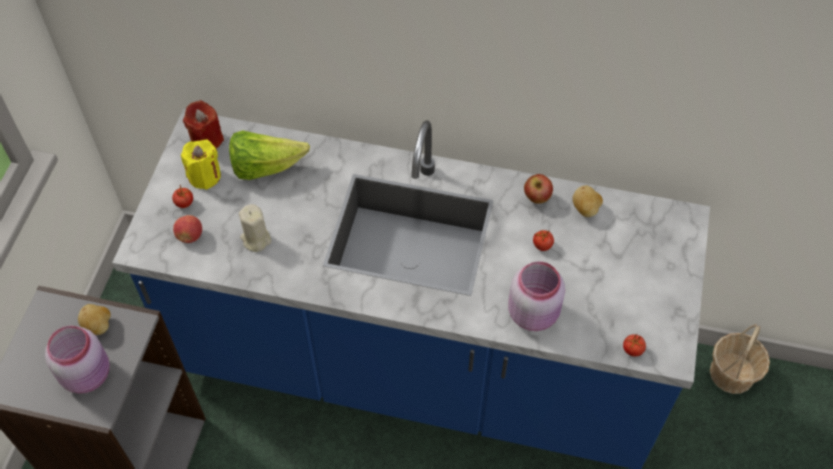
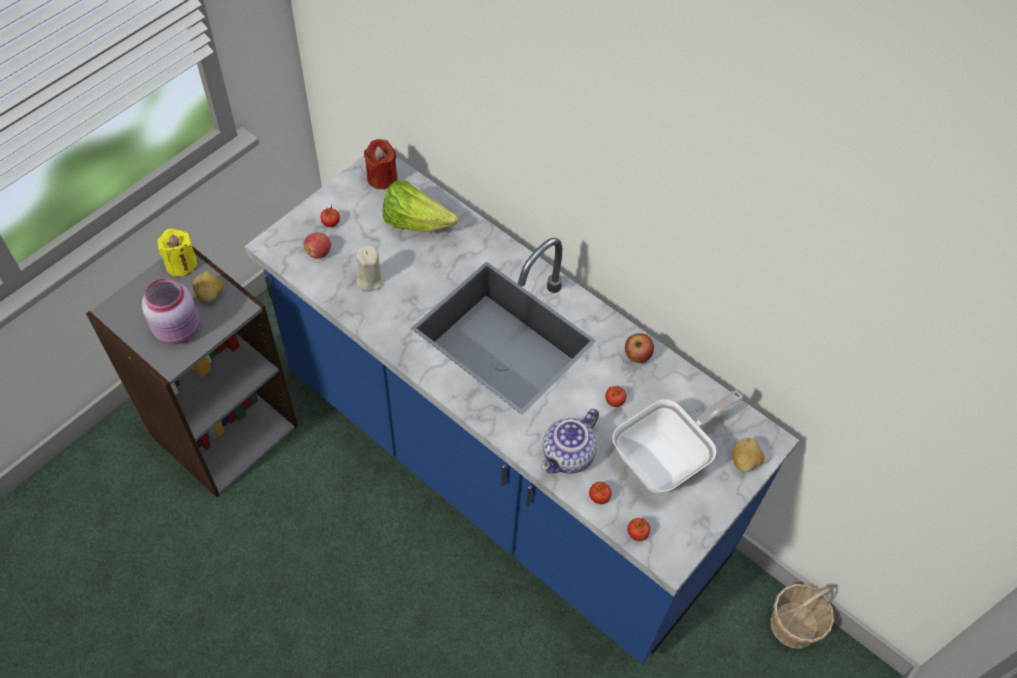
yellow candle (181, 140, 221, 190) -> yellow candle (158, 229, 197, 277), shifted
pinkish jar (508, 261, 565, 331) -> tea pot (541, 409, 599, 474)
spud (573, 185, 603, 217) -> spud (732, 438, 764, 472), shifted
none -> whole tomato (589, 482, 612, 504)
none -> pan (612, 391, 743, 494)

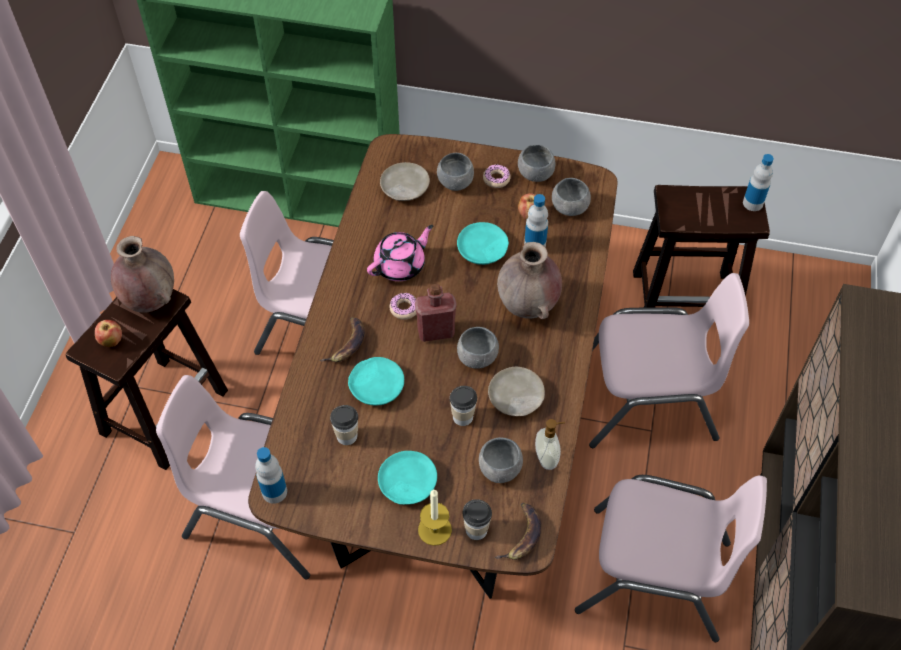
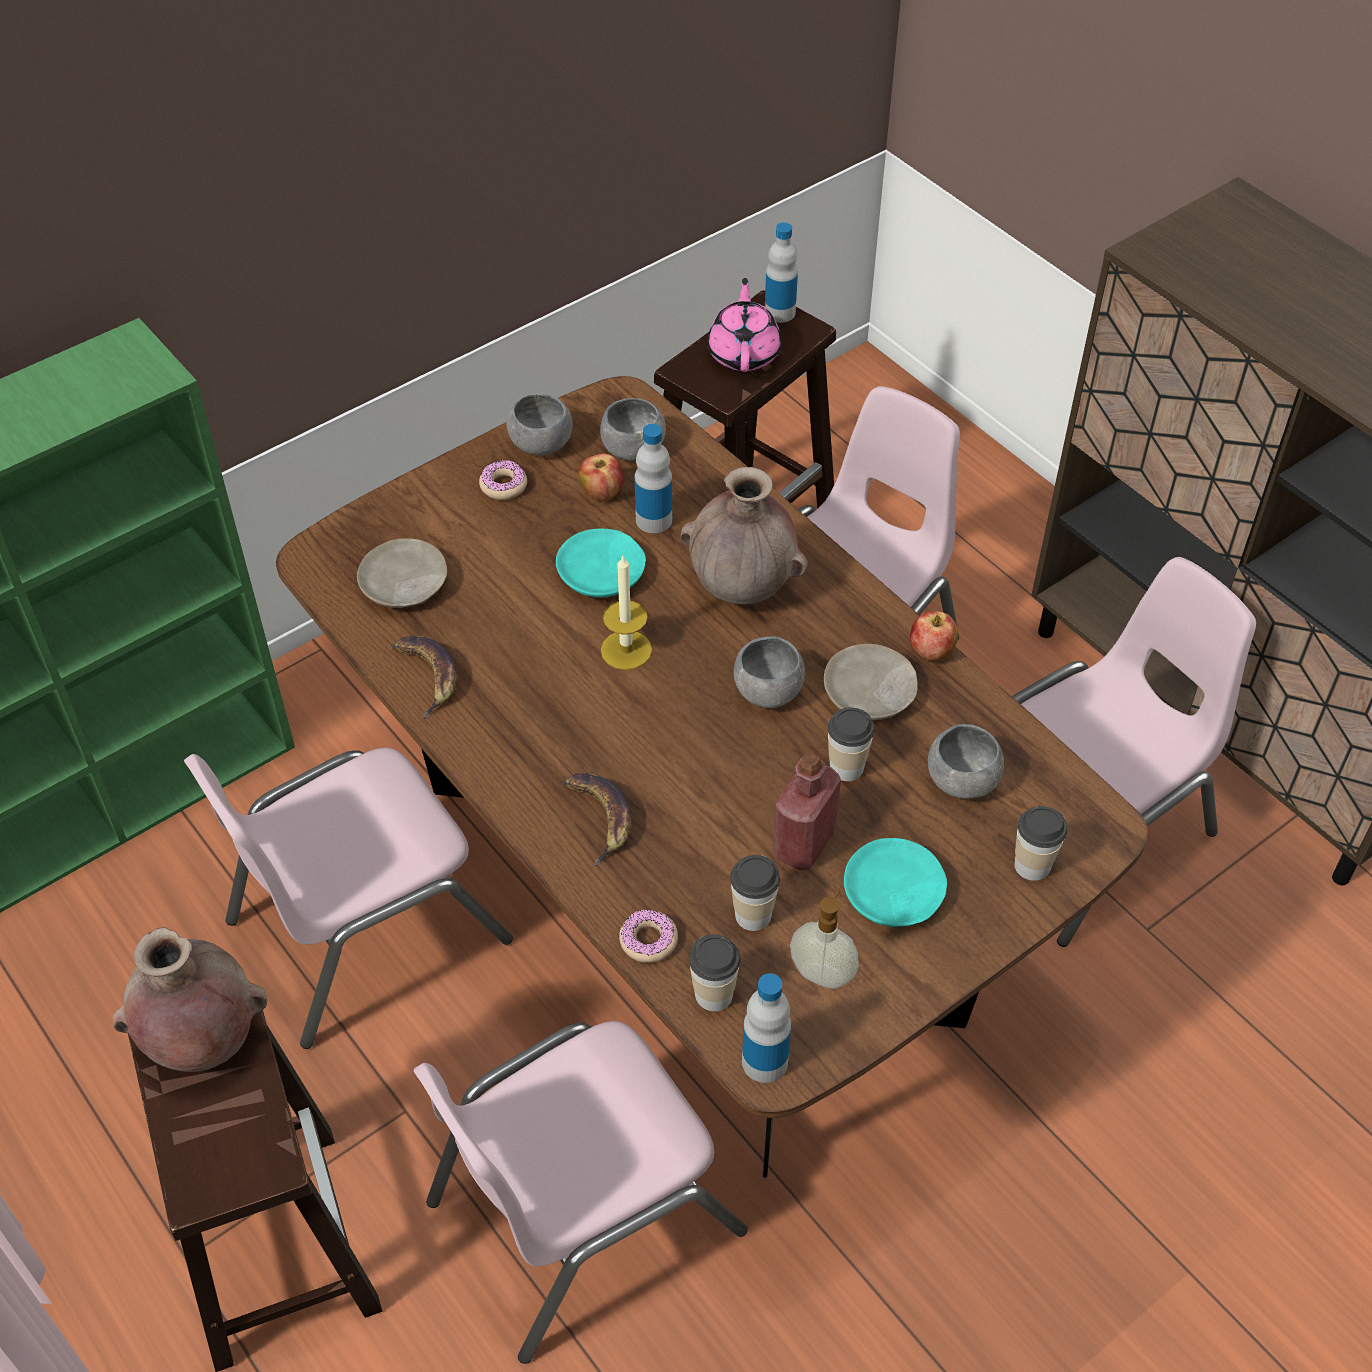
apple (95, 320, 122, 347) -> apple (910, 611, 958, 661), shifted
turquoise-coloured flat dish (348, 357, 404, 406) -> none
pinkish tea pot (367, 225, 434, 281) -> pinkish tea pot (707, 278, 781, 372), shifted
donut (389, 293, 416, 320) -> donut (619, 910, 678, 963), shifted
reddish bottle (415, 284, 457, 342) -> reddish bottle (773, 753, 841, 870), shifted
candle (418, 490, 452, 546) -> candle (601, 554, 652, 670), shifted
greyish bowl (437, 153, 474, 191) -> none
banana (494, 503, 541, 560) -> banana (392, 636, 457, 719), shifted
liquid soap bottle (535, 419, 565, 470) -> liquid soap bottle (790, 888, 859, 989), shifted
none -> cup (689, 934, 740, 1012)

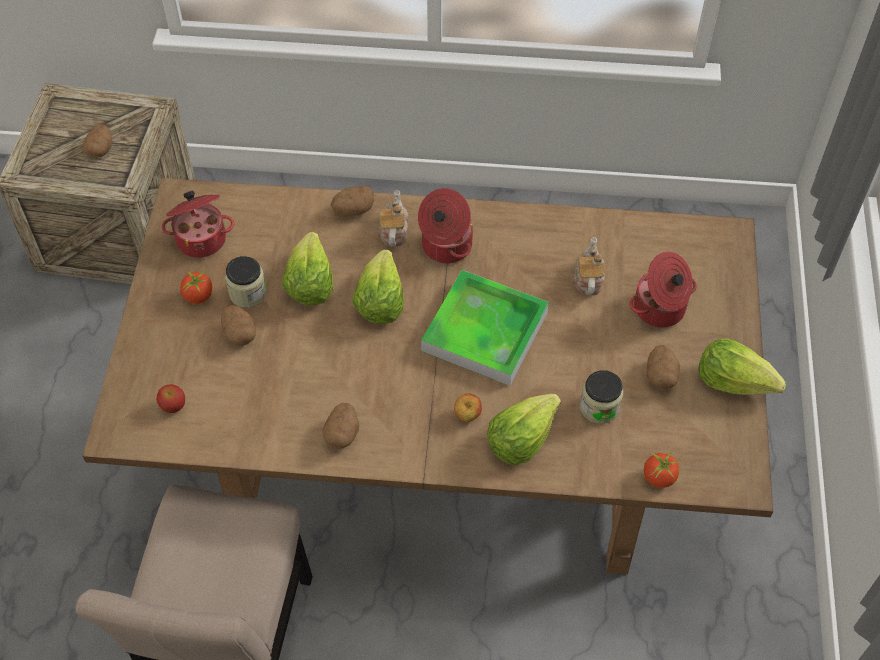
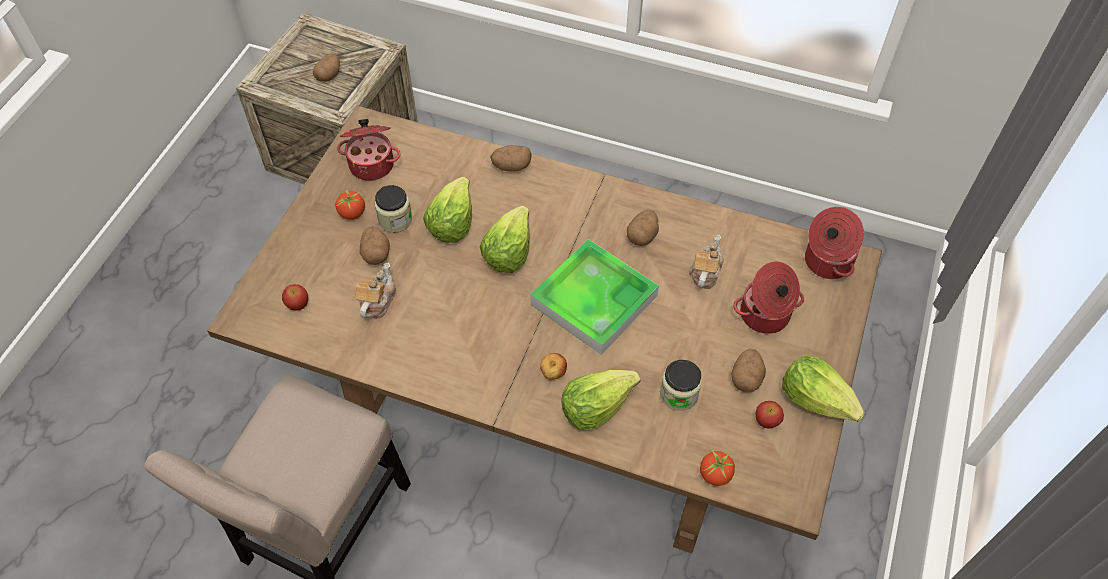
spud (323, 403, 359, 449) -> spud (627, 209, 659, 246), shifted
tea pot (377, 190, 409, 247) -> tea pot (356, 263, 396, 318), shifted
cooking pot (418, 188, 473, 264) -> cooking pot (805, 207, 864, 279), shifted
none -> apple (755, 401, 784, 429)

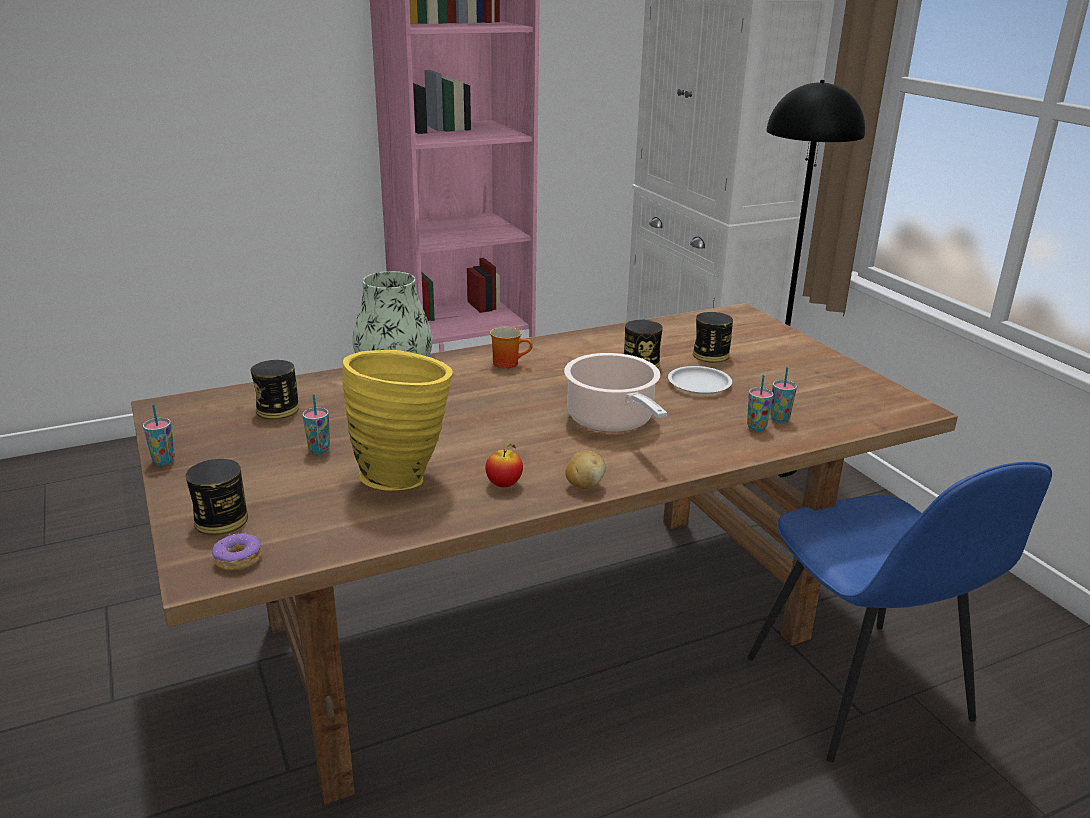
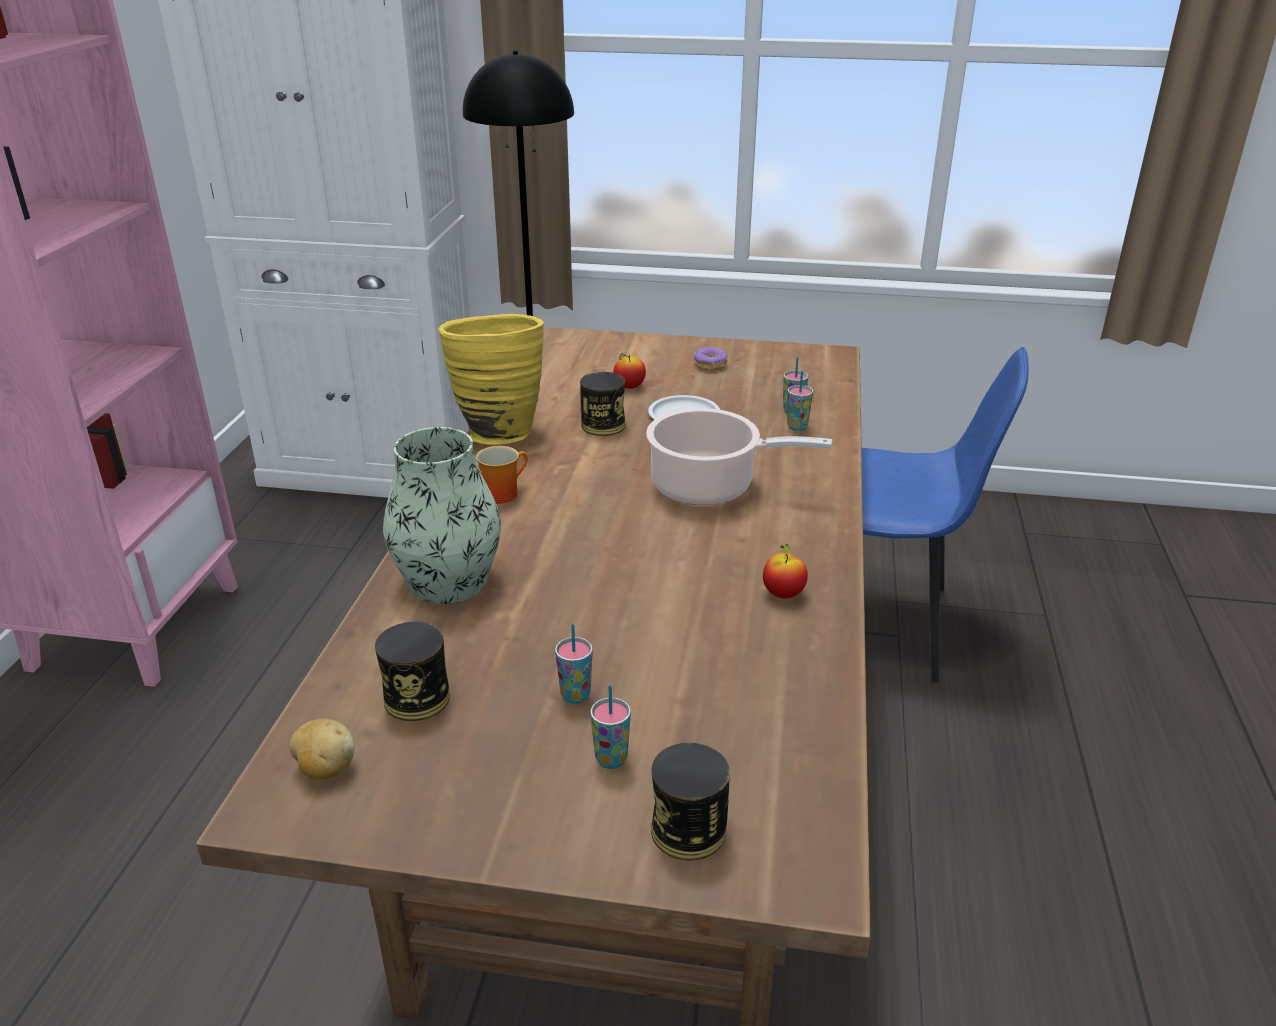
cup (143, 404, 175, 465) -> cup (590, 685, 631, 769), shifted
donut (212, 532, 262, 571) -> donut (694, 347, 727, 371), shifted
yellow flower vase (342, 350, 453, 491) -> yellow flower vase (438, 314, 544, 445), shifted
spud (565, 450, 606, 489) -> spud (290, 719, 355, 780), shifted
can (693, 312, 733, 363) -> apple (613, 353, 646, 389)

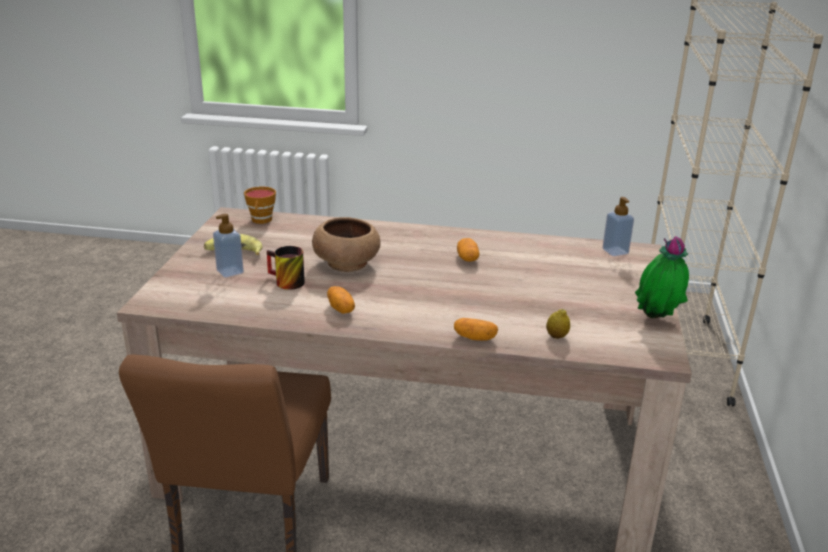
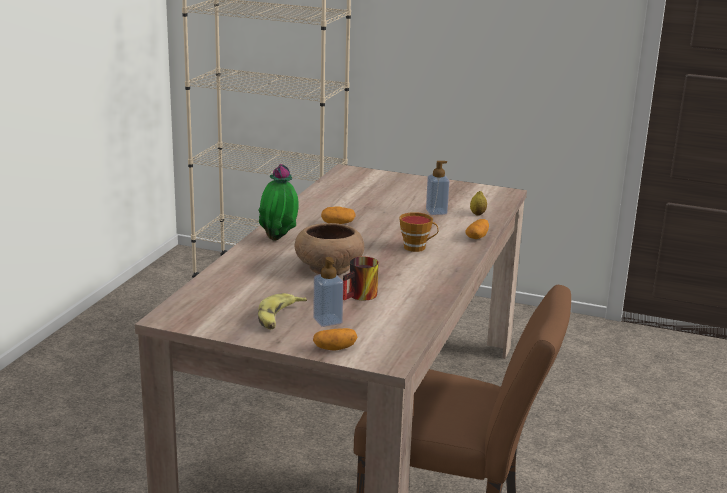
cup (244, 186, 276, 224) -> cup (399, 212, 438, 252), shifted
spud (327, 286, 355, 314) -> spud (313, 328, 358, 351), shifted
liquid soap bottle (602, 197, 634, 256) -> liquid soap bottle (426, 161, 449, 215), shifted
houseplant (635, 237, 689, 318) -> houseplant (258, 164, 298, 241), shifted

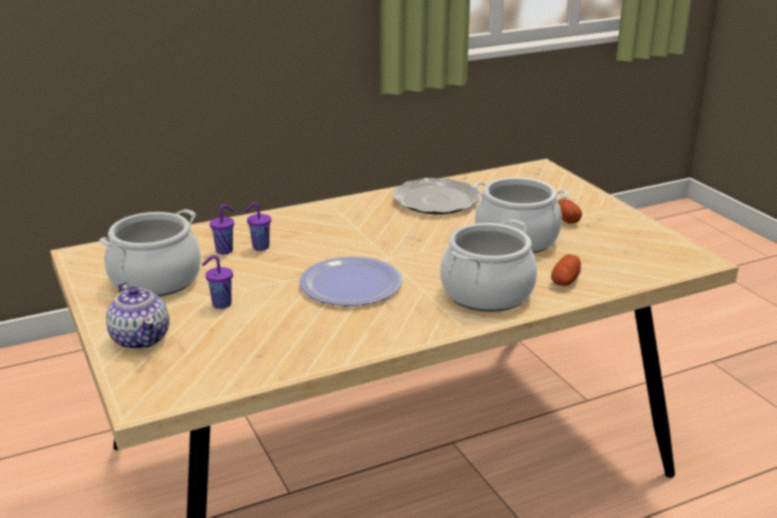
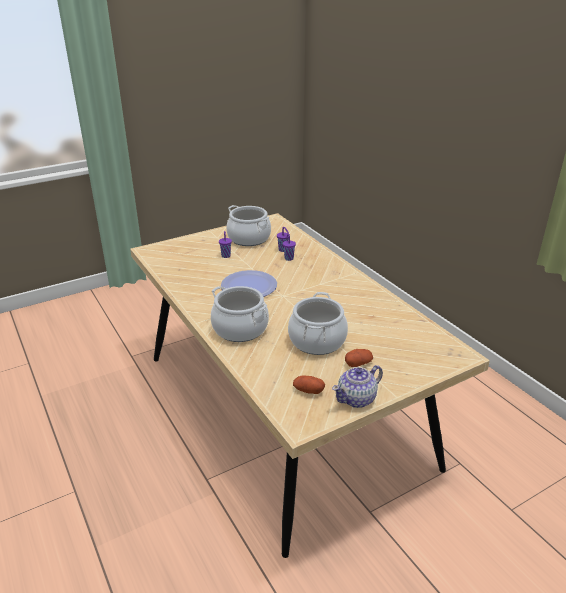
tea pot (106, 282, 169, 350) -> tea pot (332, 365, 383, 408), shifted
flat dish (392, 178, 480, 214) -> none
spud (551, 254, 581, 286) -> spud (293, 375, 325, 394), shifted

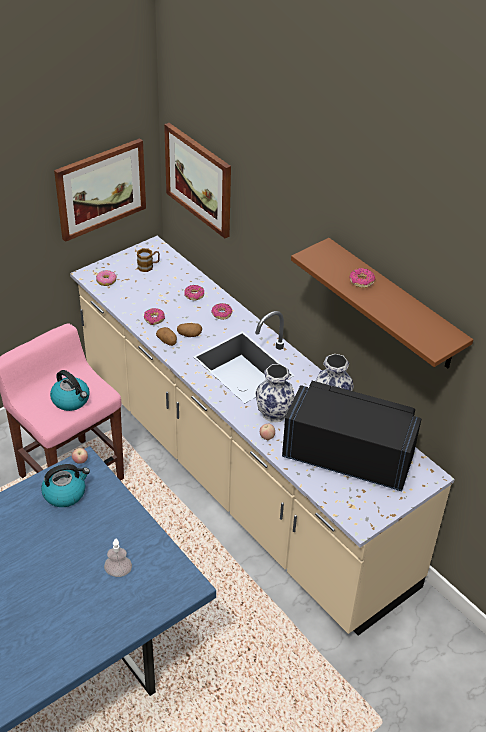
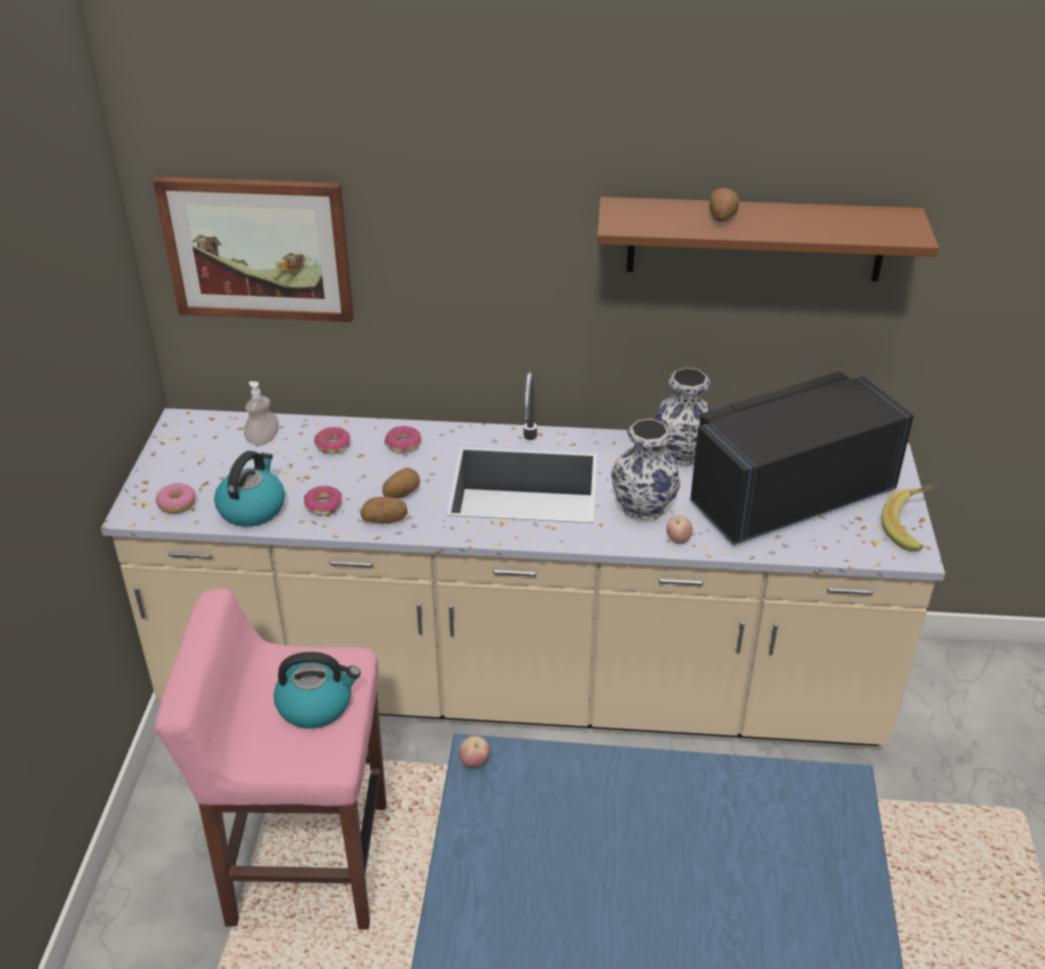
tea kettle (41, 464, 90, 507) -> tea kettle (214, 451, 285, 527), shifted
wall picture (54, 138, 146, 242) -> none
liquid soap bottle (104, 538, 132, 577) -> liquid soap bottle (244, 381, 279, 446), shifted
tea mug (137, 248, 160, 272) -> none
donut (349, 268, 376, 288) -> spud (710, 188, 739, 222)
none -> banana (882, 484, 937, 551)

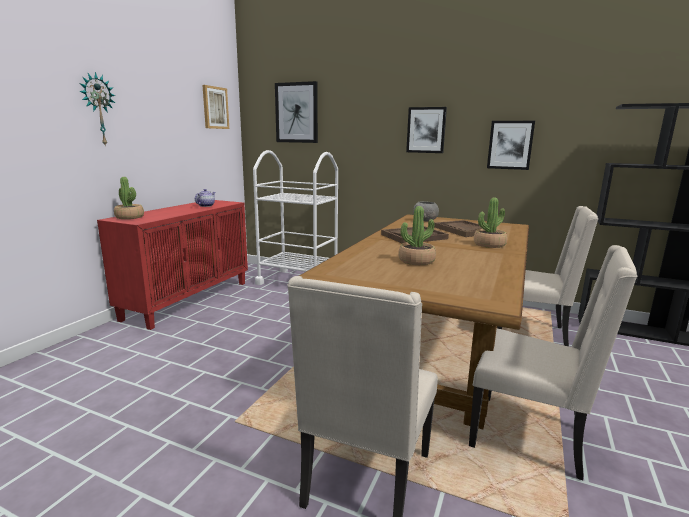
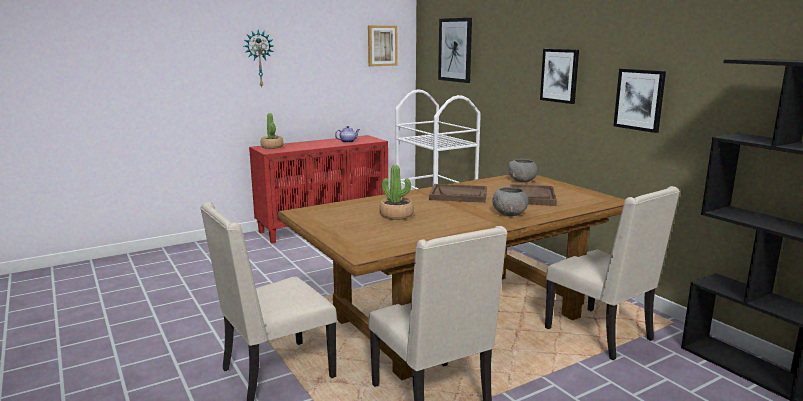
houseplant (474, 197, 507, 248) -> greyish bowl (492, 187, 528, 216)

